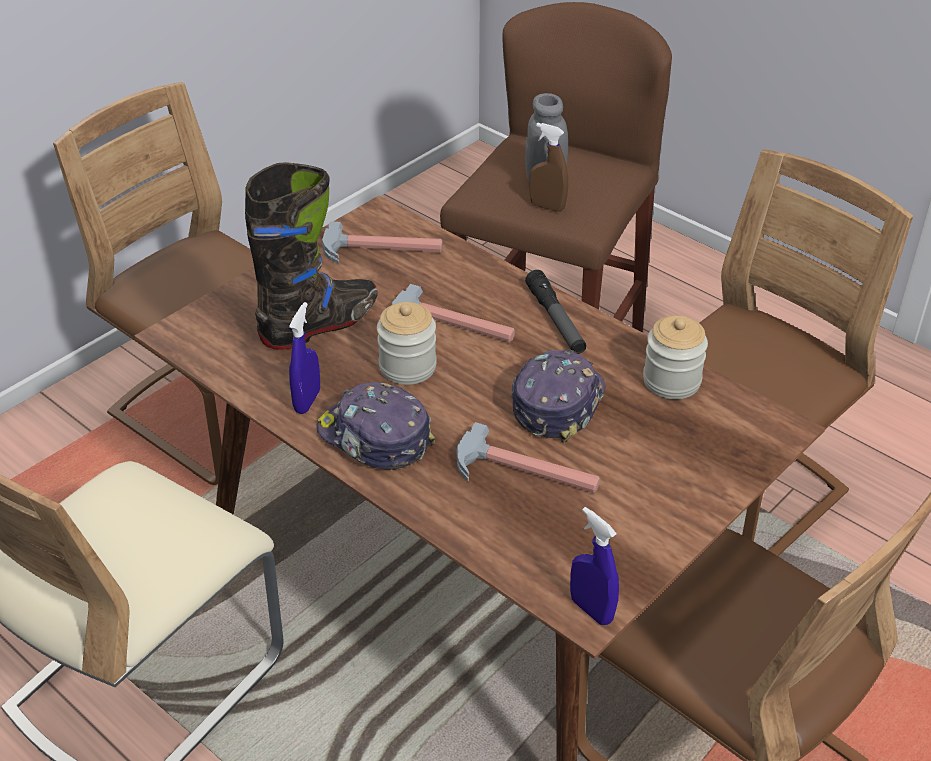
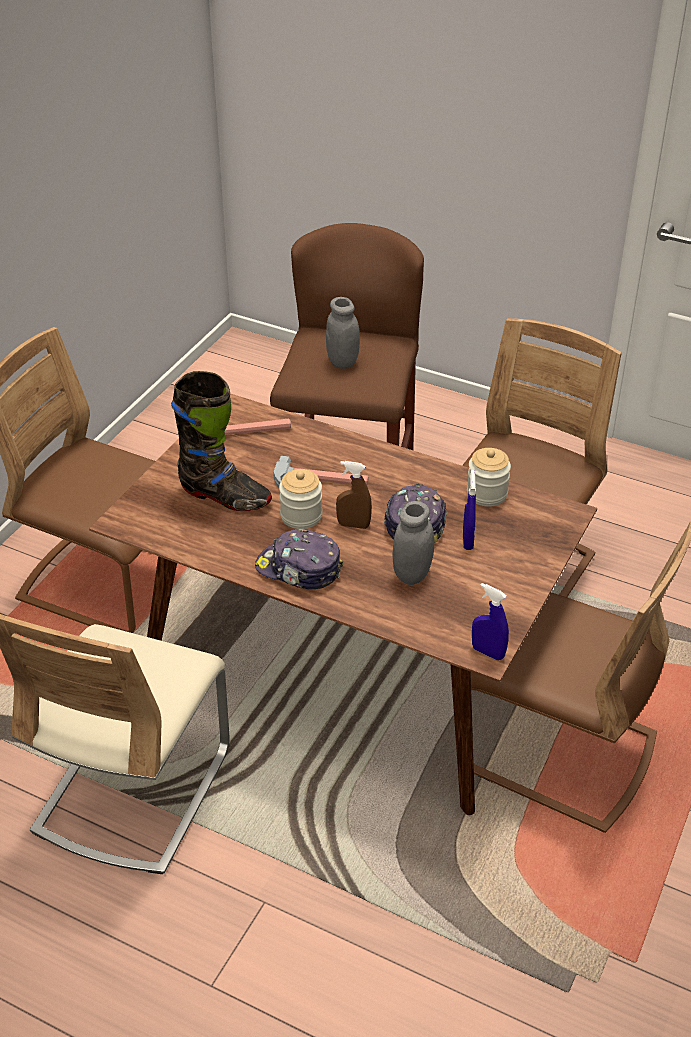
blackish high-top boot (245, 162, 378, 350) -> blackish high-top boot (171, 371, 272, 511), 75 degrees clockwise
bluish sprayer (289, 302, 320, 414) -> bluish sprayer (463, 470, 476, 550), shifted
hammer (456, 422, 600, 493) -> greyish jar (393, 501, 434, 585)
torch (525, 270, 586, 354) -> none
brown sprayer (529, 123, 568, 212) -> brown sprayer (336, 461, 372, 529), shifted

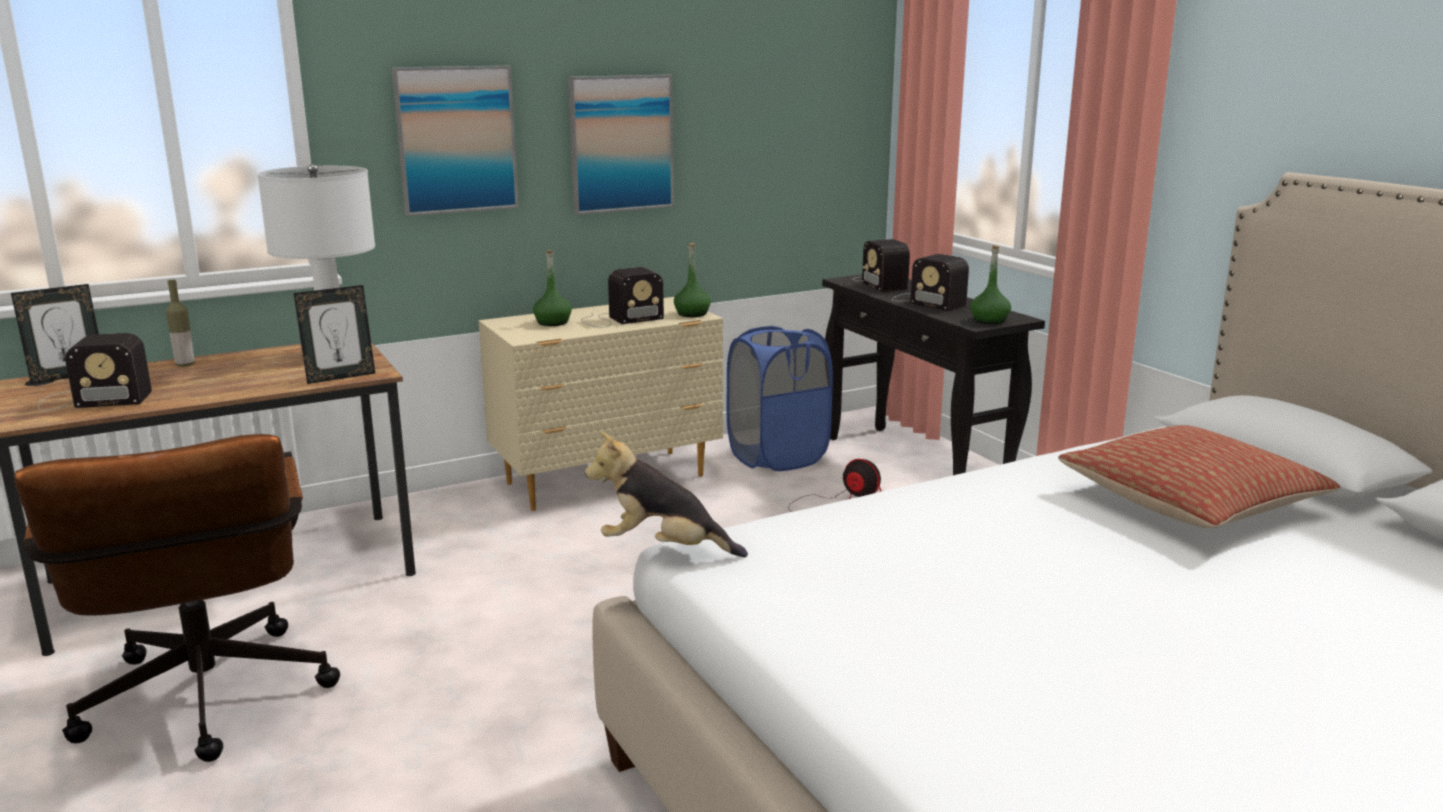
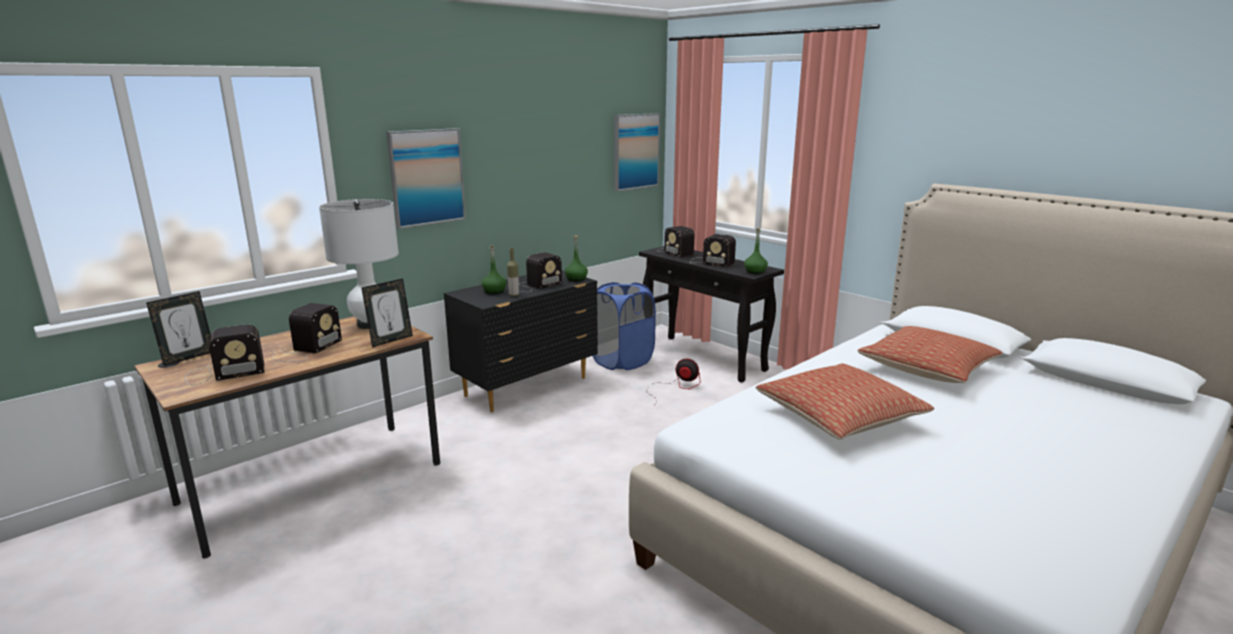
brown office chair (14, 434, 340, 762) -> none
bottle (166, 280, 195, 367) -> bottle (507, 248, 519, 296), shifted
sand-coloured chest of drawers (478, 297, 723, 511) -> blackish chest of drawers (444, 270, 598, 412)
wall picture (568, 75, 674, 214) -> wall picture (614, 113, 660, 191), shifted
soft toy (585, 431, 748, 557) -> none
none -> radio set (270, 303, 342, 362)
none -> pillow (756, 364, 934, 440)

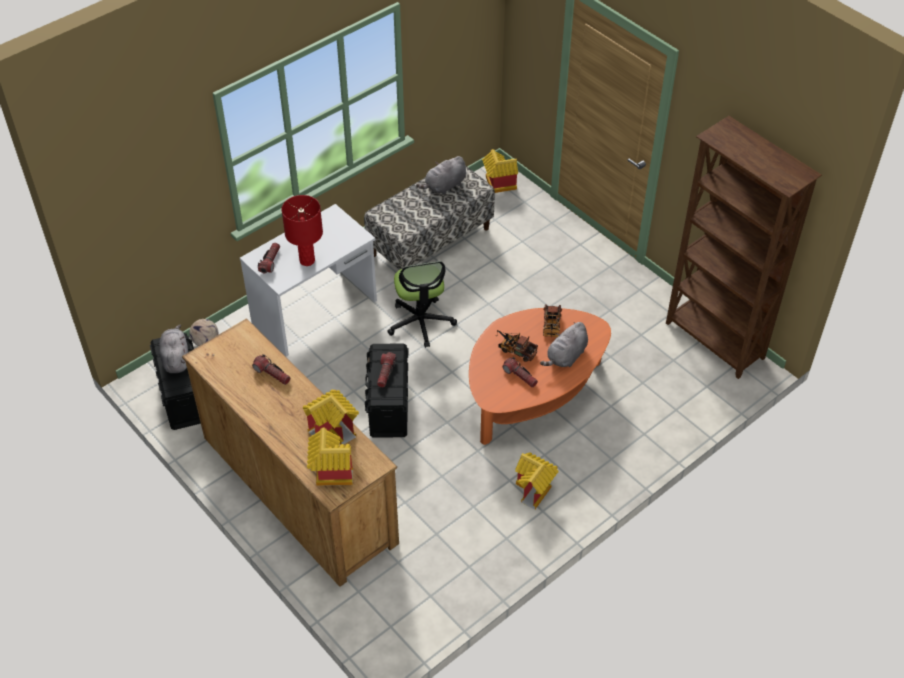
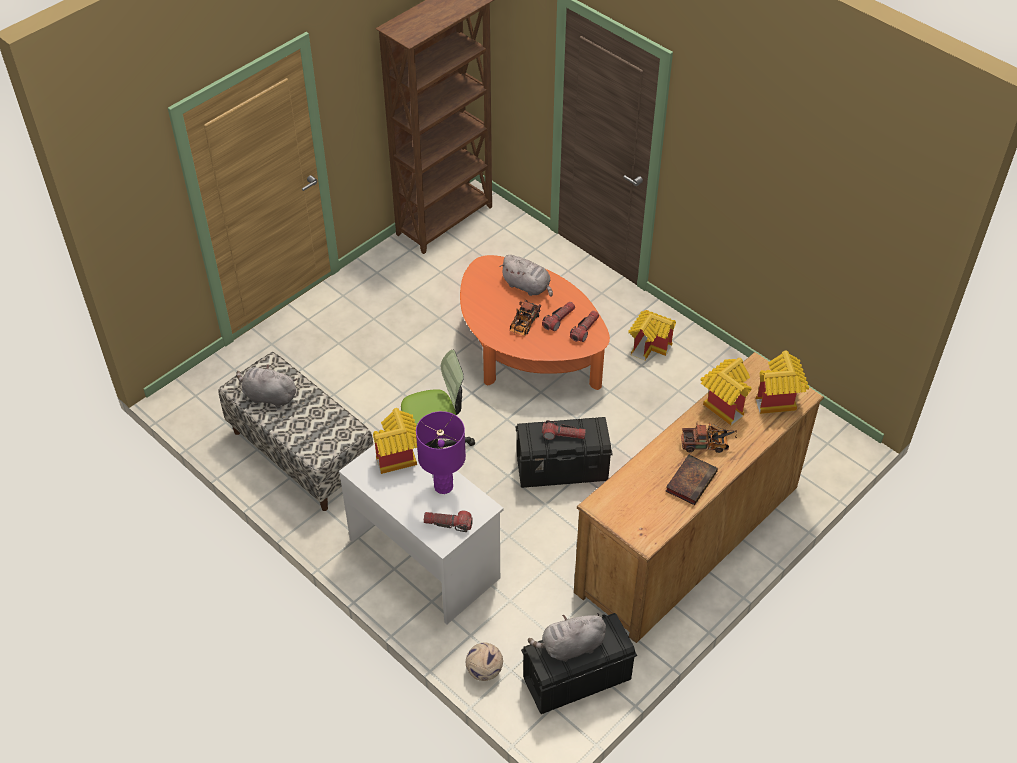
torch (252, 354, 291, 385) -> torch (570, 311, 599, 342), shifted
reddish table lamp (281, 195, 323, 266) -> purple table lamp (416, 411, 466, 494)
greyish soft toy (416, 156, 466, 195) -> greyish soft toy (236, 364, 297, 408), 150 degrees clockwise
model house (482, 149, 518, 193) -> model house (373, 408, 417, 474), shifted
toy truck (543, 304, 562, 337) -> toy truck (681, 422, 737, 453), shifted
none -> volume (666, 455, 718, 505)

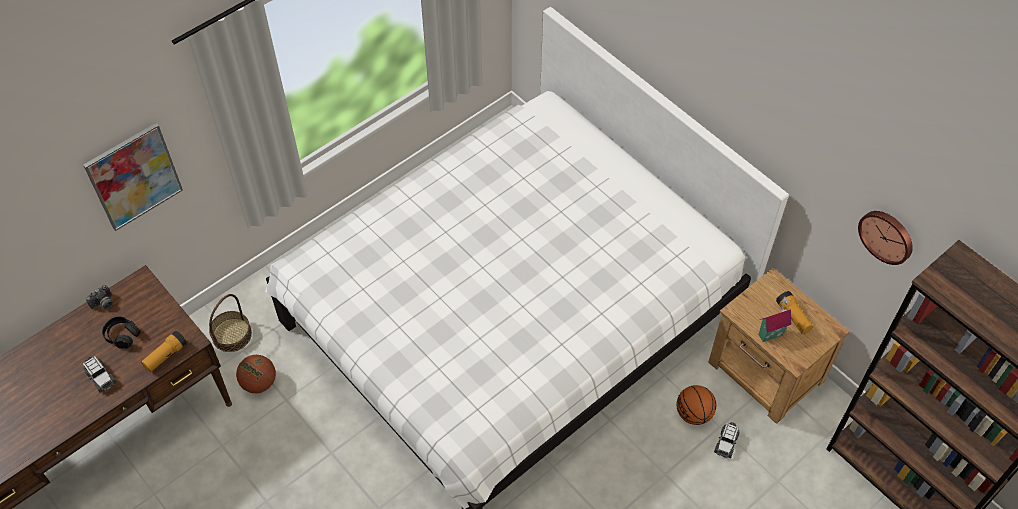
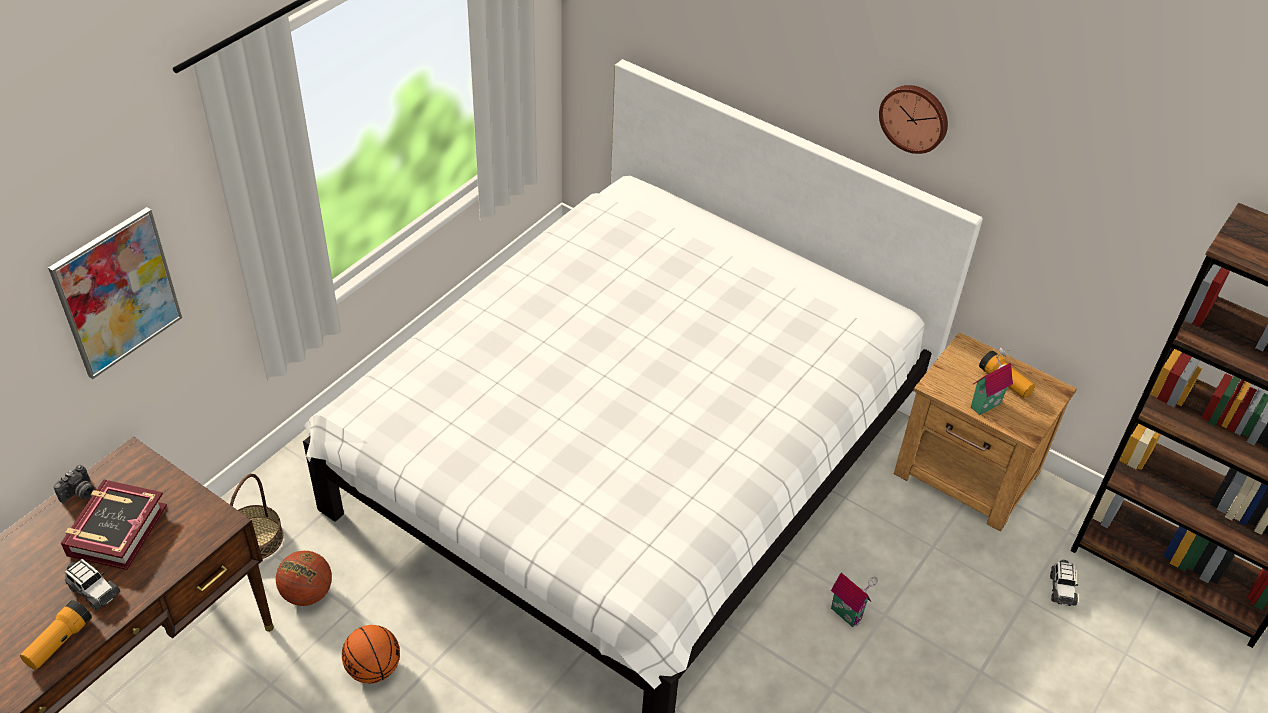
blackish headset (102, 316, 141, 349) -> volume (61, 479, 167, 570)
torch (141, 330, 187, 372) -> torch (20, 600, 92, 670), shifted
basketball (677, 385, 716, 425) -> basketball (342, 625, 400, 683), shifted
toy car (714, 422, 740, 458) -> toy car (1050, 560, 1078, 606), shifted
clock on the wall (858, 211, 913, 265) -> clock on the wall (879, 85, 948, 154), shifted
none -> model house (831, 573, 878, 627)

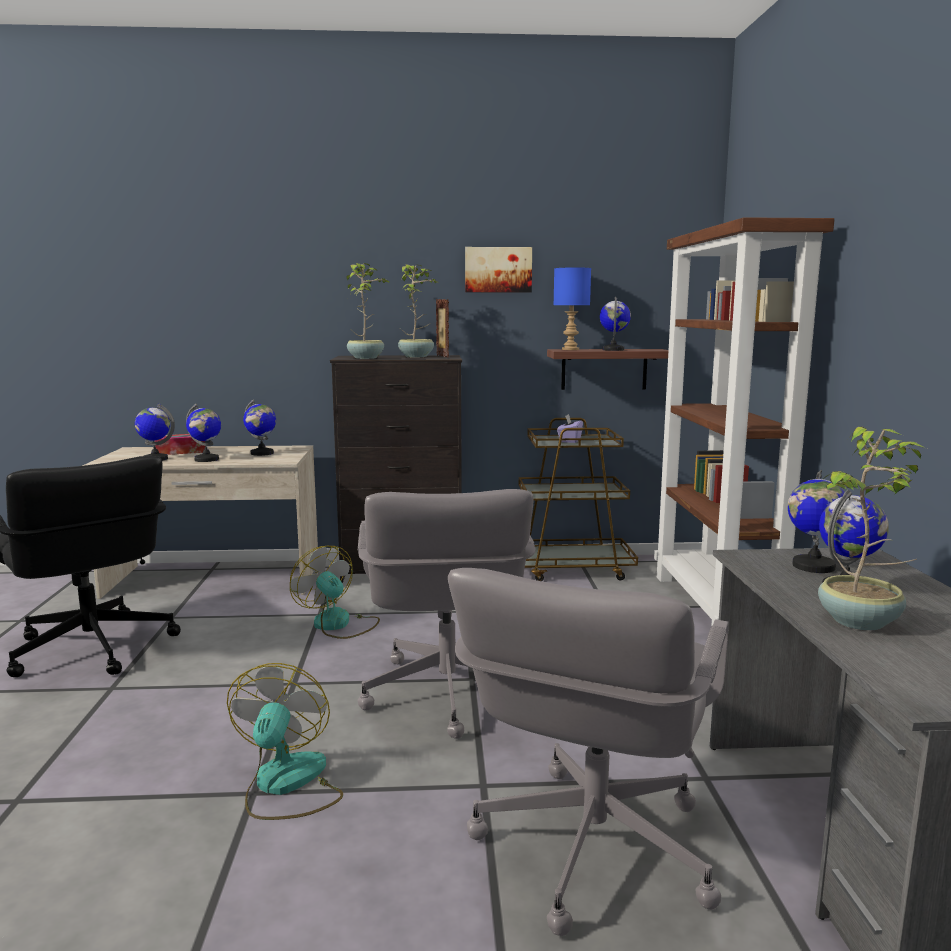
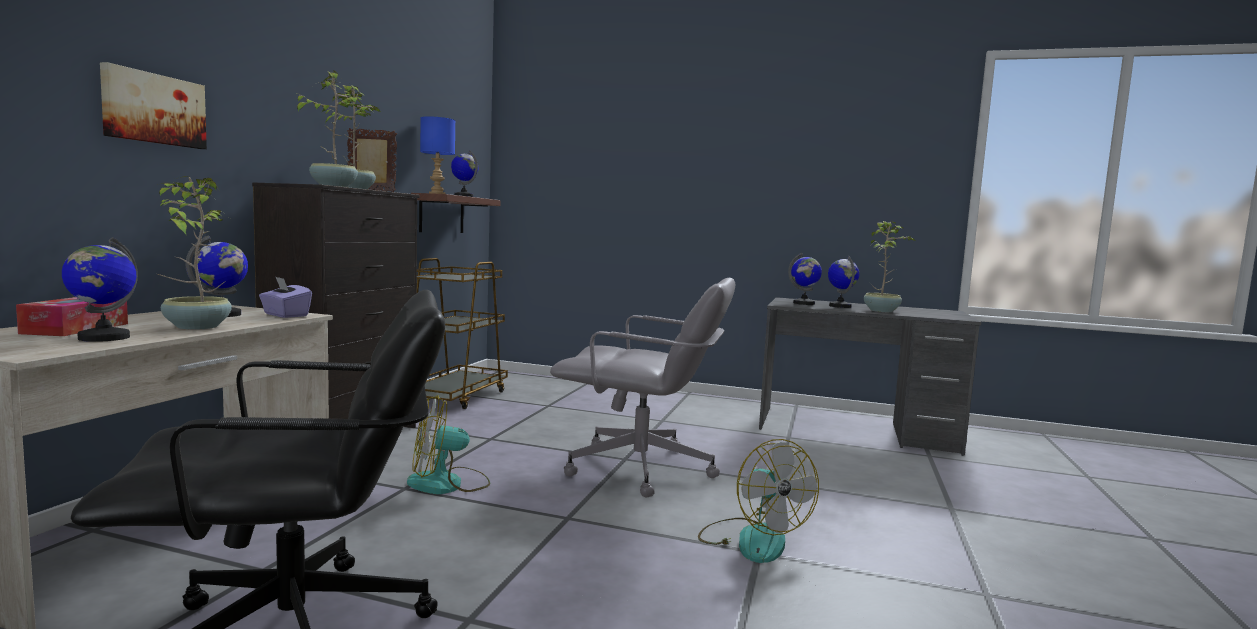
desk globe (186, 404, 221, 462) -> houseplant (157, 176, 232, 330)
cooling fan (227, 663, 343, 820) -> cooling fan (698, 439, 819, 563), 135 degrees counterclockwise
greyish office chair (448, 568, 729, 936) -> none
wall picture (465, 247, 532, 292) -> wall picture (100, 62, 207, 149), shifted
purple box of tissues (557, 414, 583, 443) -> purple box of tissues (259, 276, 312, 318), shifted
brown bookcase (654, 217, 835, 627) -> none

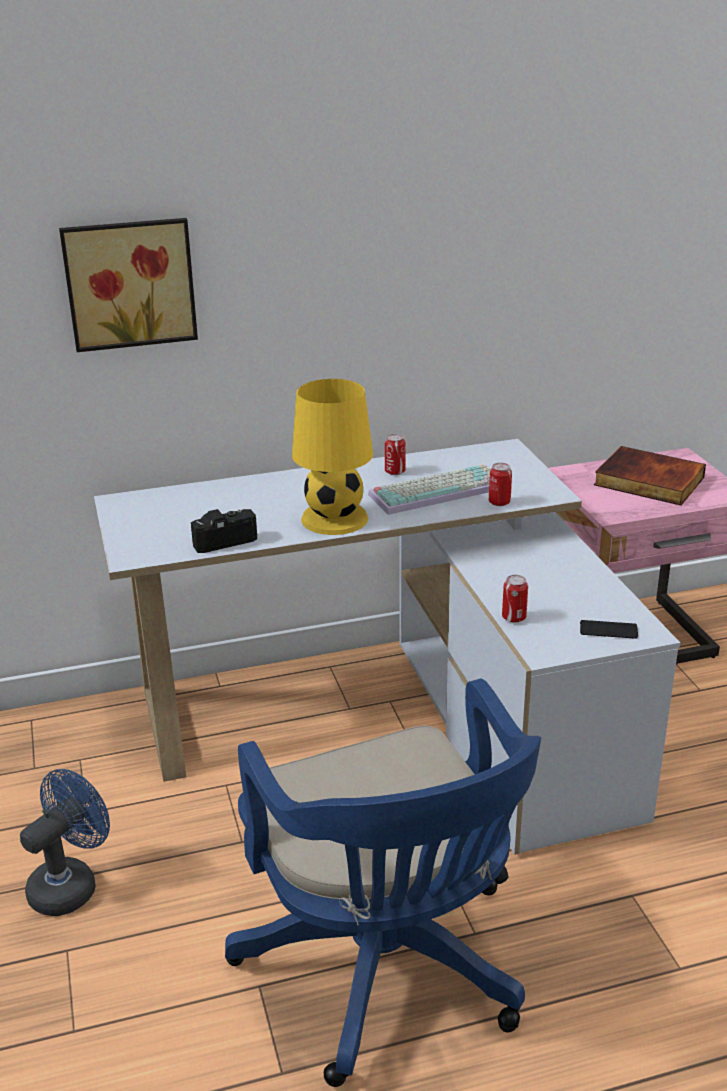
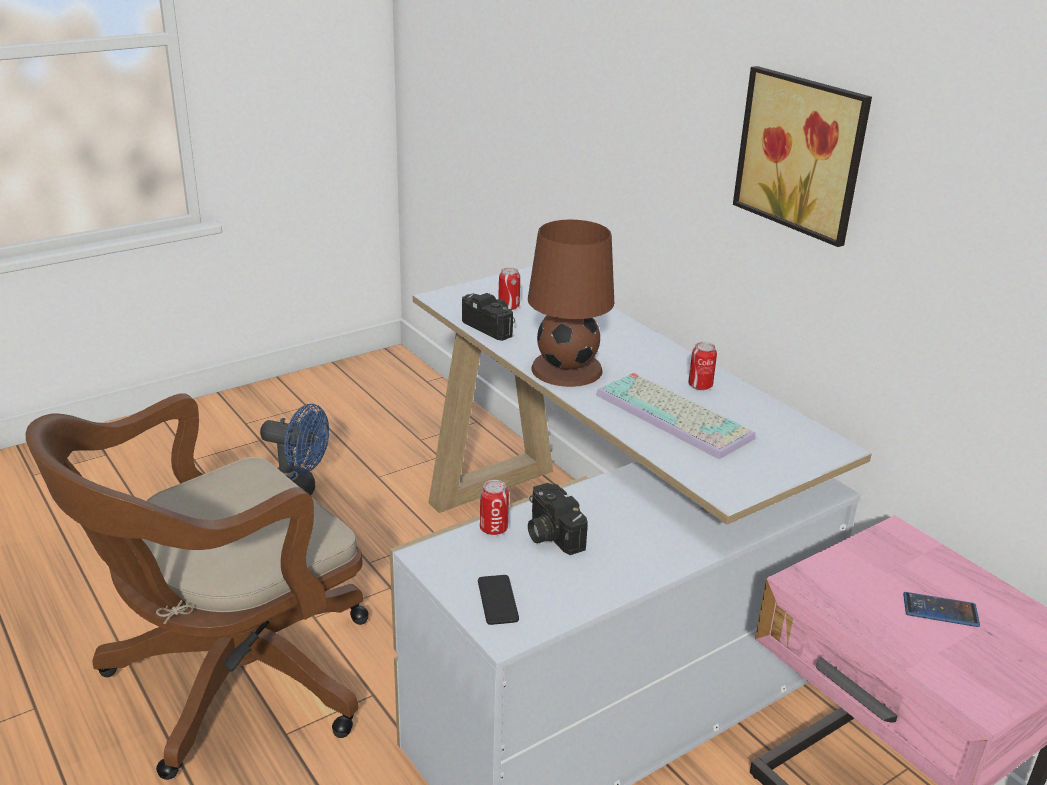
wall picture (59, 218, 198, 352) -> wall picture (733, 66, 872, 247), shifted
bluish office chair (225, 679, 541, 1087) -> brown office chair (25, 393, 369, 780)
yellow table lamp (292, 379, 373, 535) -> brown table lamp (528, 220, 614, 387)
can (489, 463, 512, 506) -> can (498, 267, 520, 310), shifted
volume (594, 446, 706, 505) -> telephone (903, 592, 980, 627)
none -> still camera (528, 483, 588, 555)

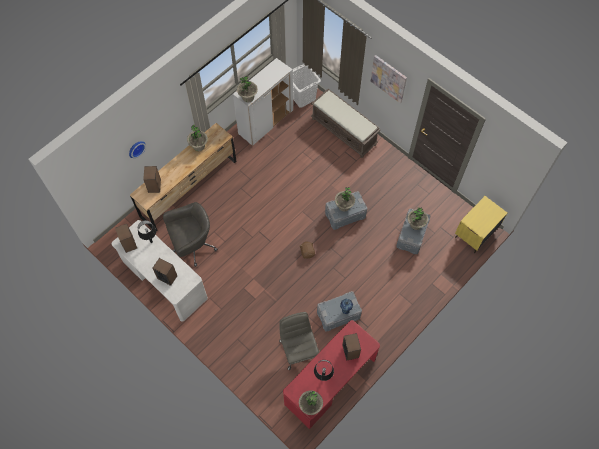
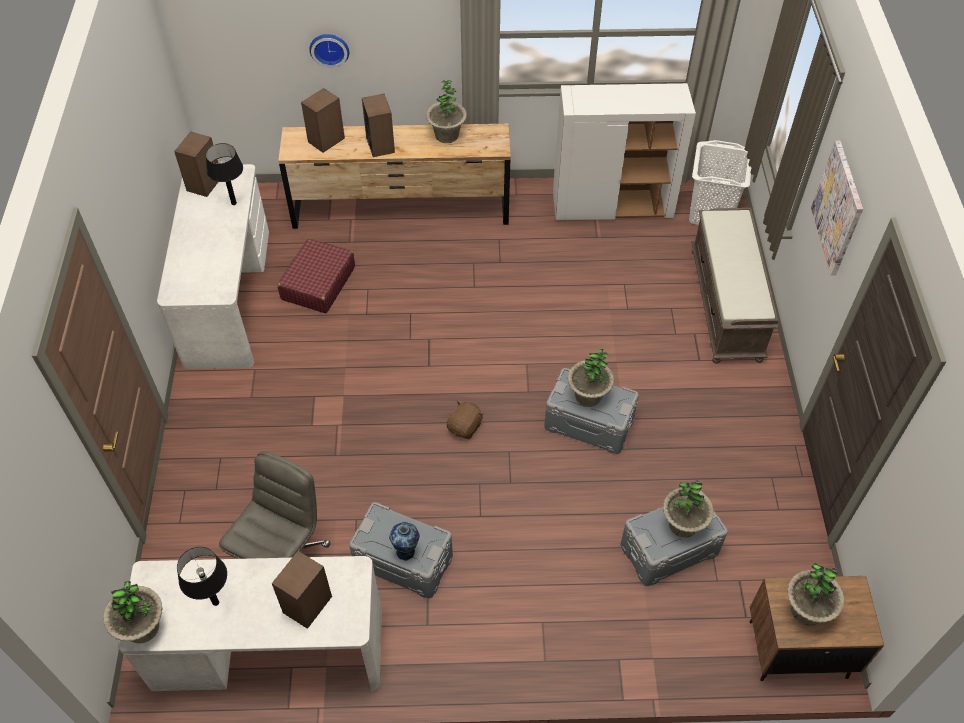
speaker (153, 258, 177, 286) -> speaker (362, 94, 395, 157), shifted
greyish office chair (163, 202, 218, 267) -> reddish travel case (278, 238, 355, 313)
houseplant (237, 75, 258, 102) -> houseplant (787, 563, 845, 625), shifted
reddish desk table (283, 320, 380, 429) -> whitish desk table (118, 556, 382, 691)
yellow night table (455, 196, 507, 253) -> brown night table (750, 576, 884, 681)

